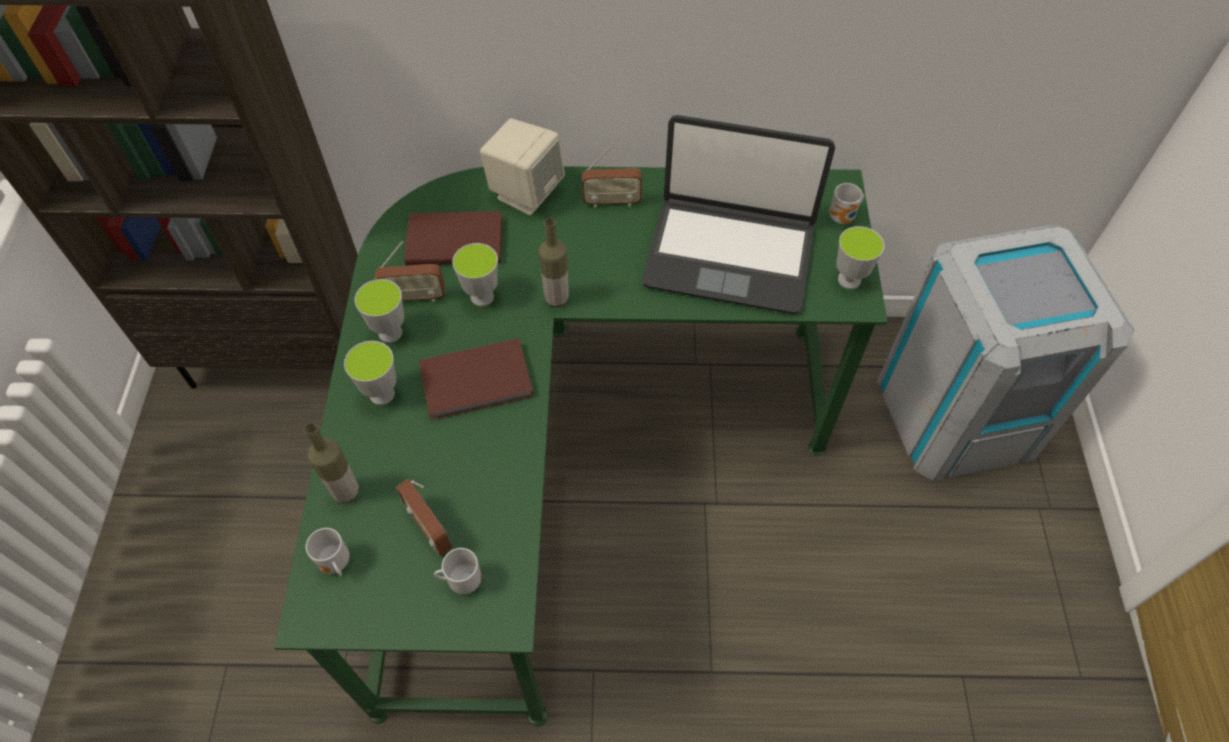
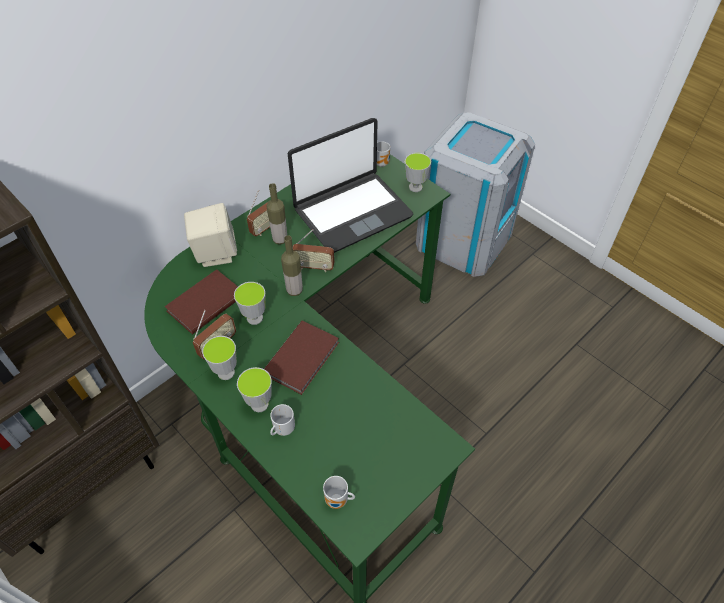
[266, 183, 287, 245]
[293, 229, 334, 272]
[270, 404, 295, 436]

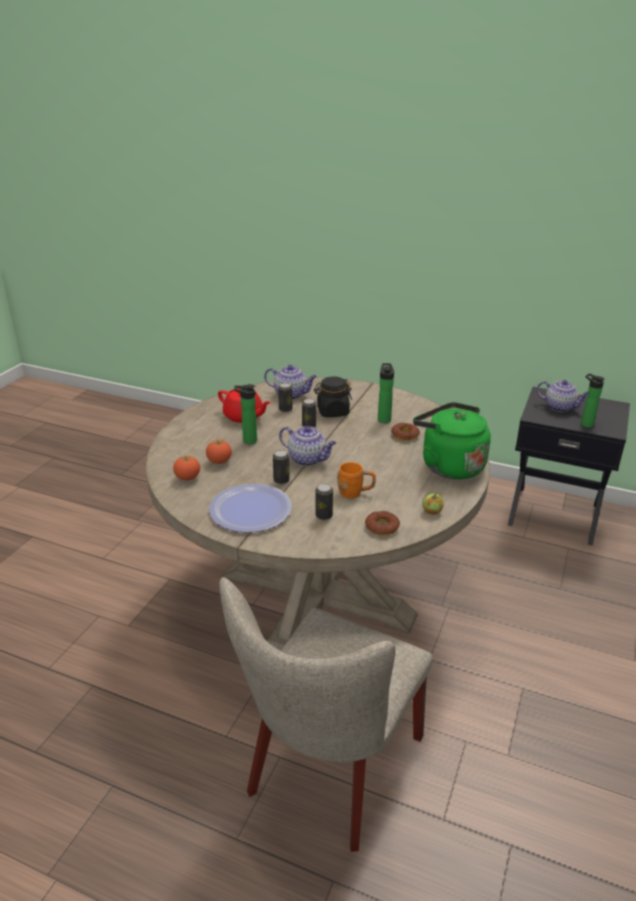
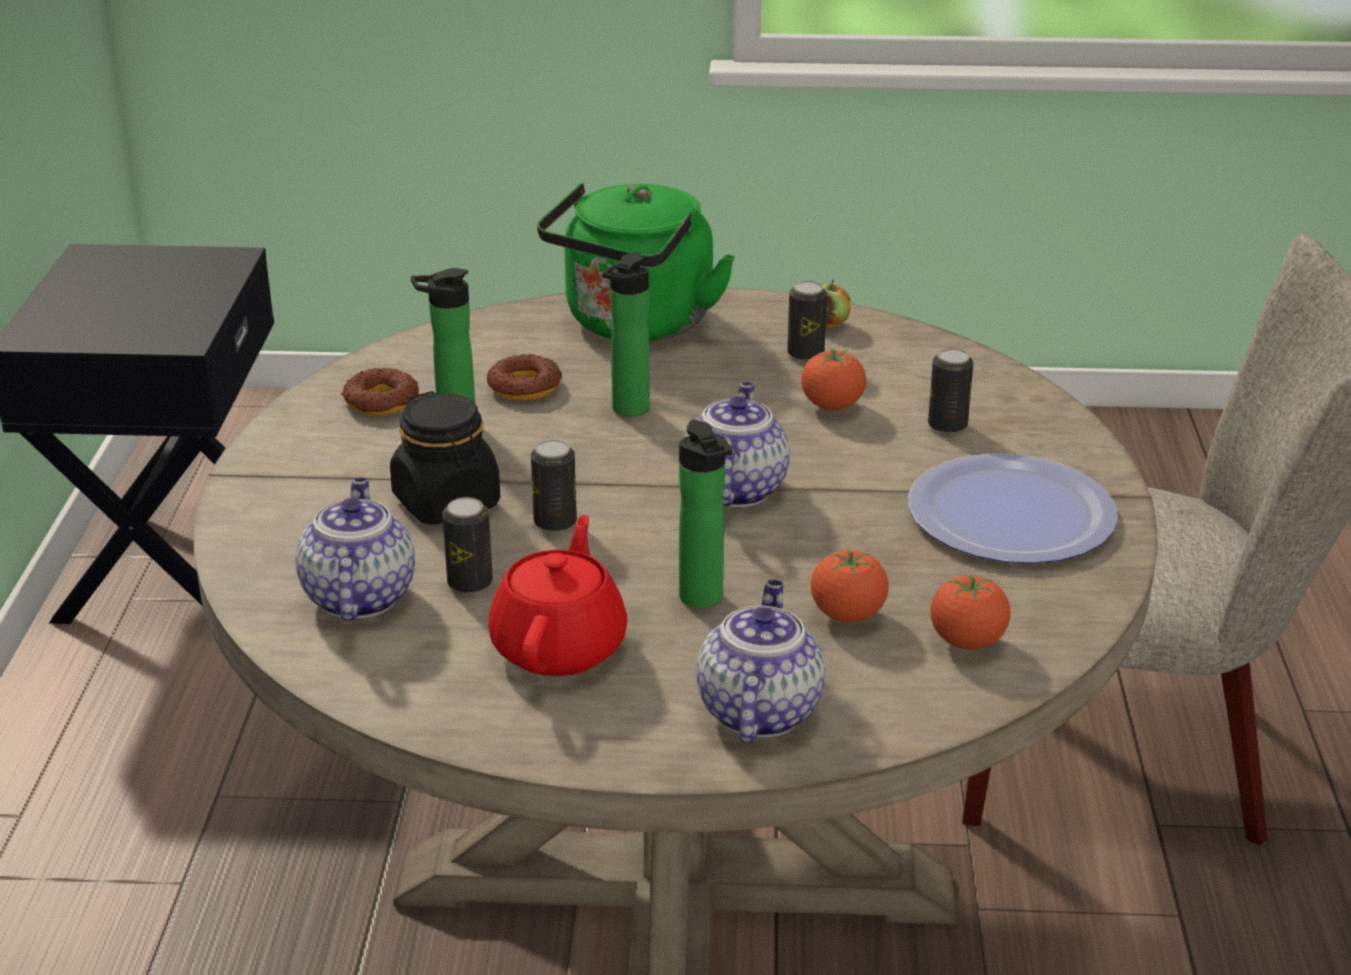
[787, 281, 827, 361]
[342, 368, 419, 415]
[696, 580, 825, 743]
[602, 252, 650, 417]
[801, 348, 866, 410]

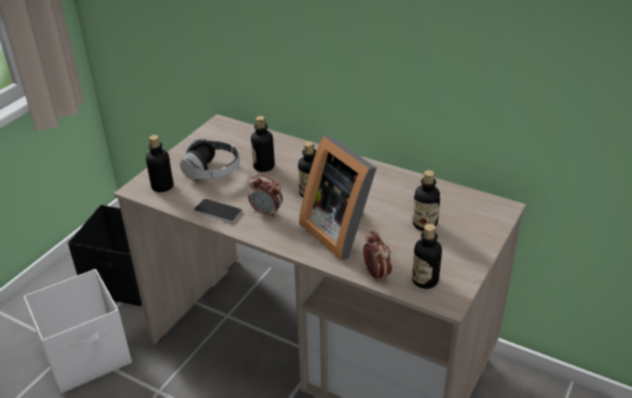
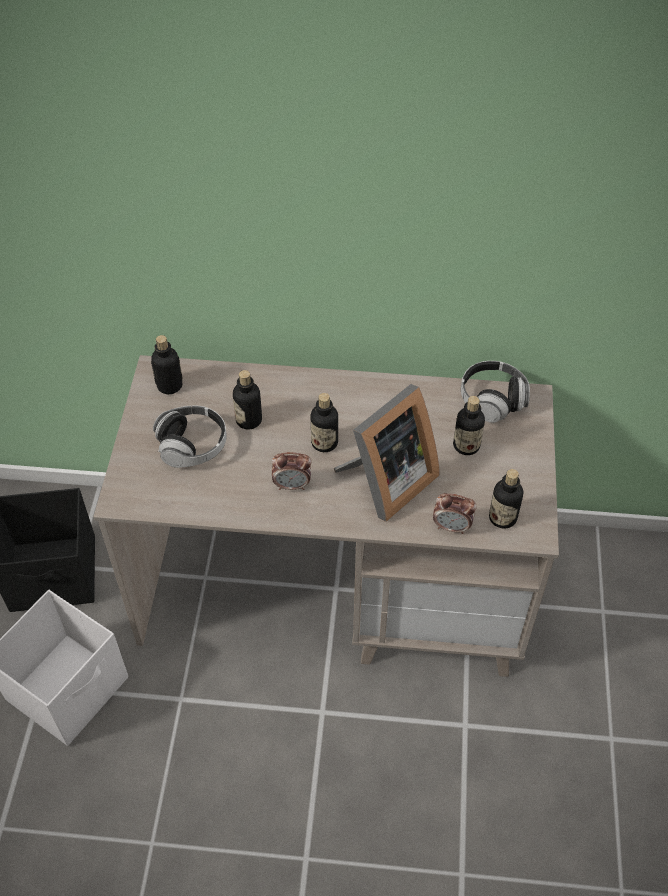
[194, 199, 242, 223] (first image)
[461, 361, 530, 423]
[151, 335, 183, 394]
[334, 384, 440, 522]
[433, 493, 477, 534]

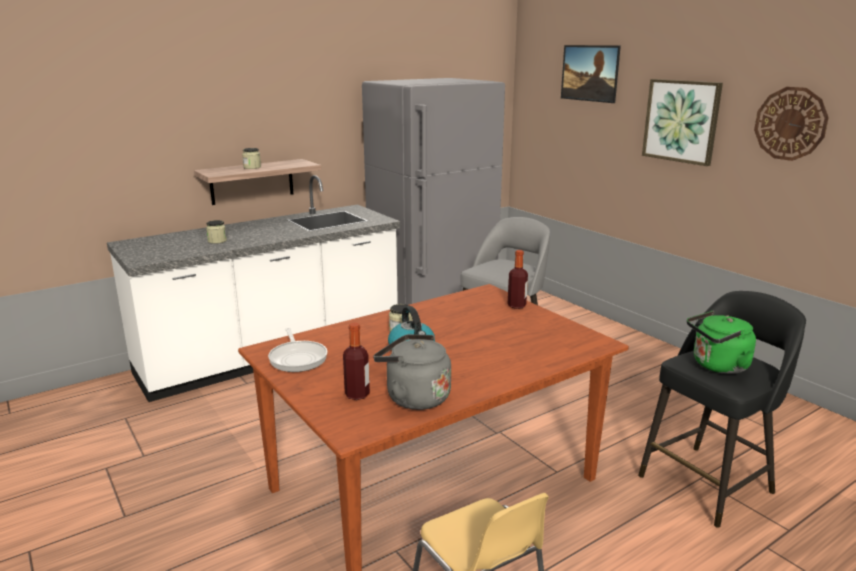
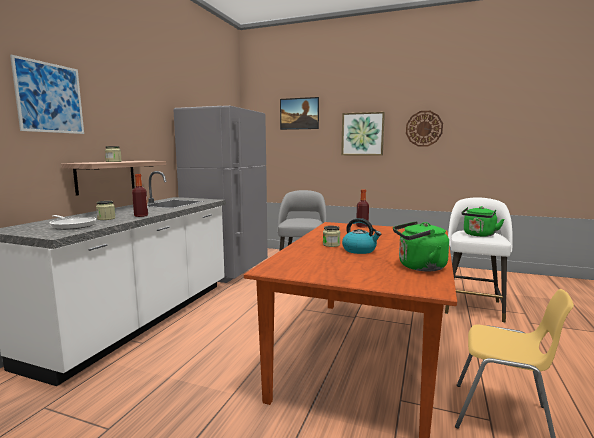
[10, 54, 84, 134]
[49, 215, 96, 230]
[132, 174, 148, 217]
[393, 221, 449, 272]
[445, 197, 513, 323]

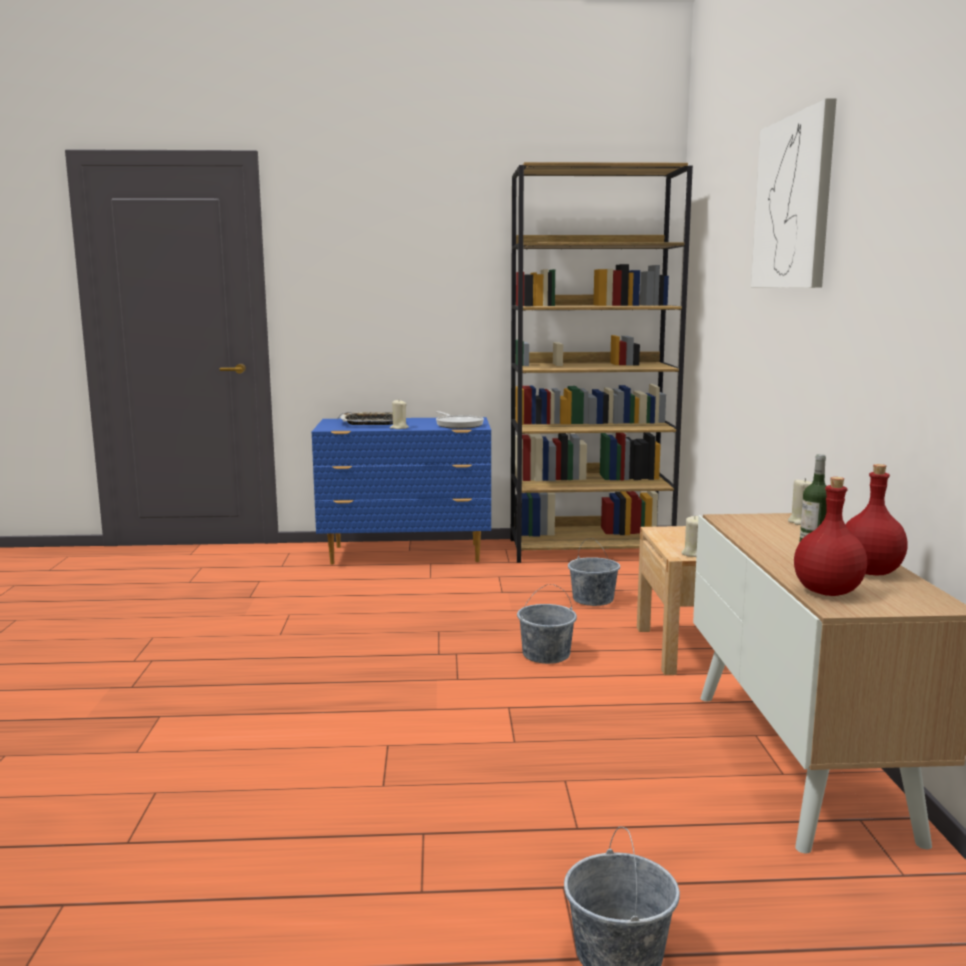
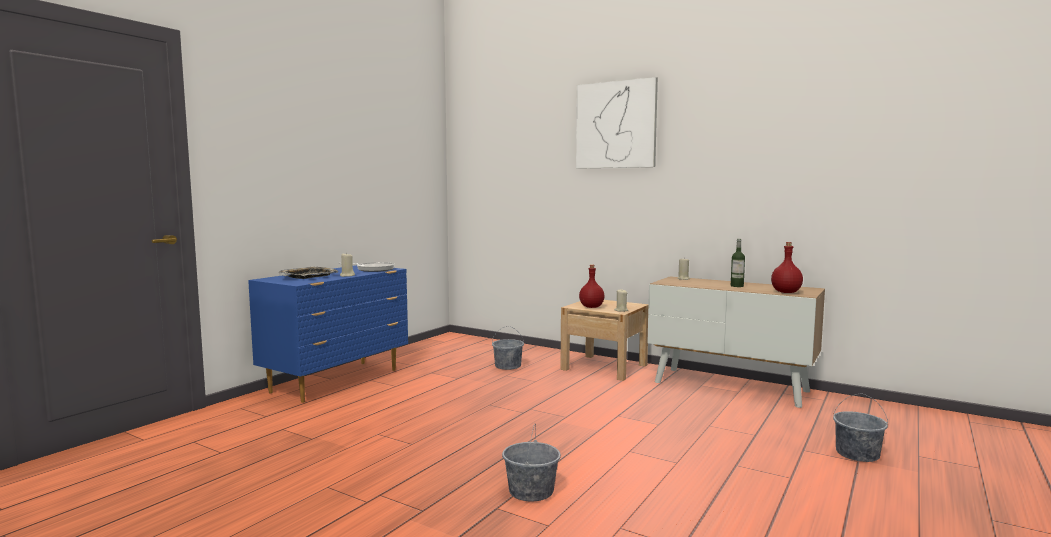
[511, 162, 693, 563] (first image)
[502, 423, 561, 502]
[579, 264, 604, 308]

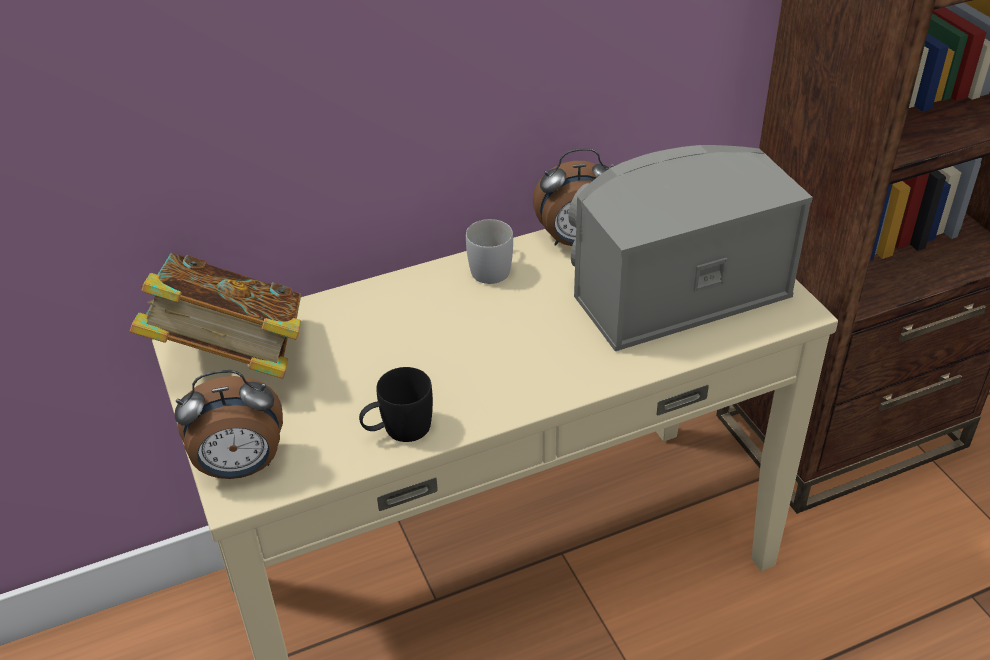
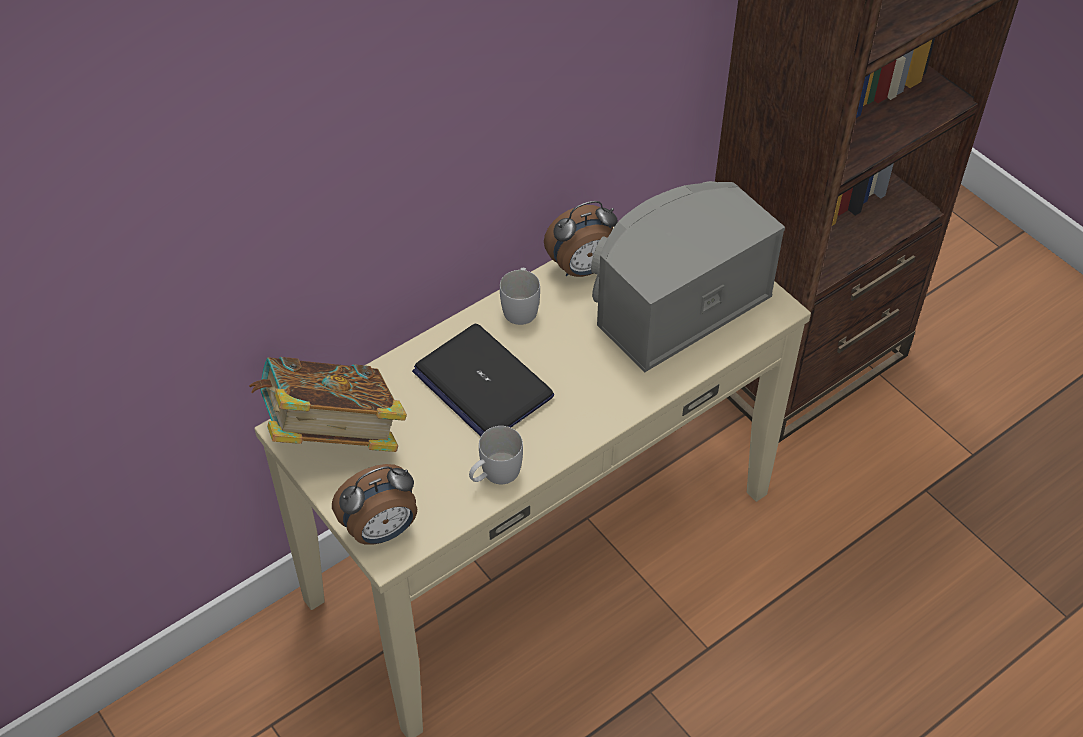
[412, 324, 554, 437]
[469, 426, 523, 484]

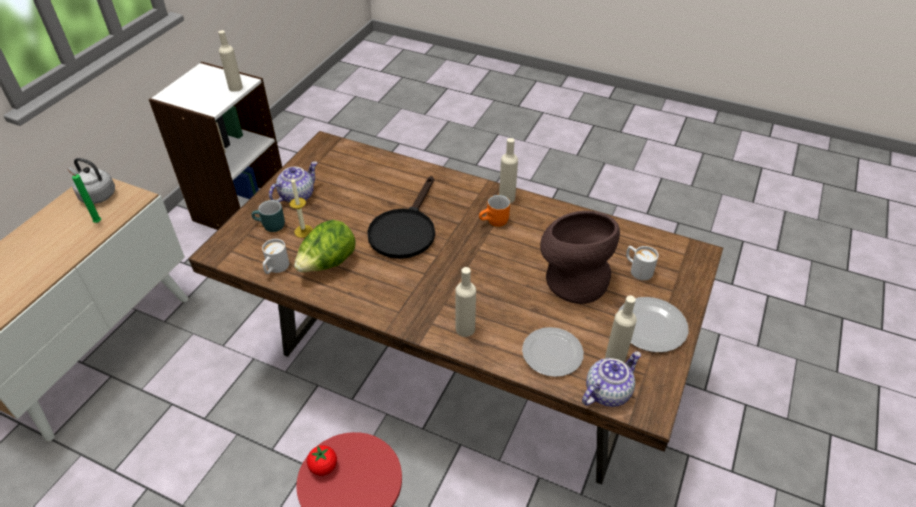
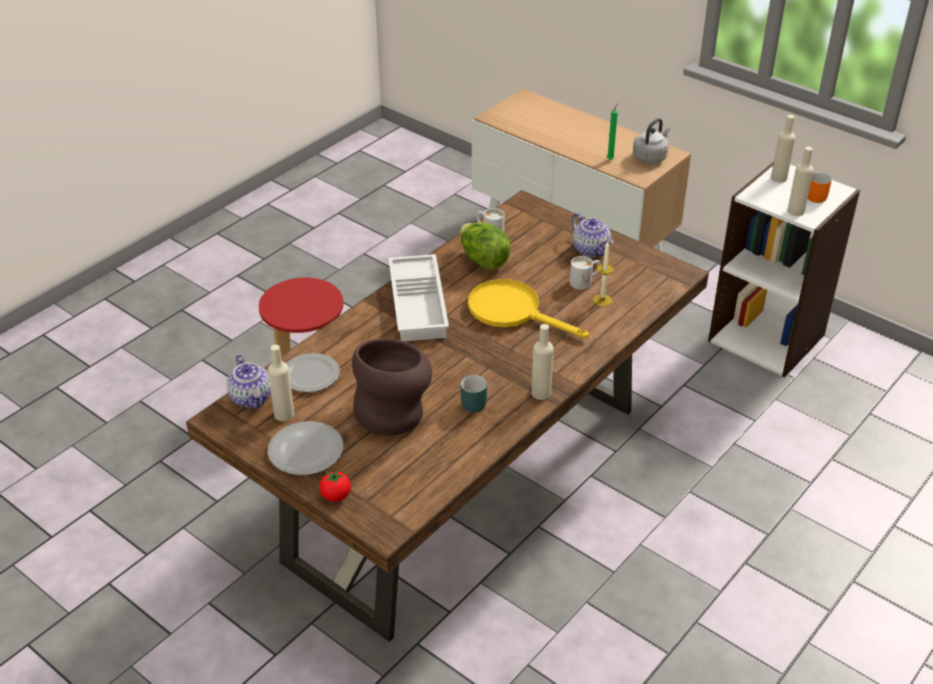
[389, 254, 449, 341]
[461, 375, 487, 412]
[593, 241, 614, 307]
[319, 469, 351, 502]
[771, 115, 795, 183]
[808, 172, 832, 203]
[570, 256, 600, 290]
[468, 279, 589, 338]

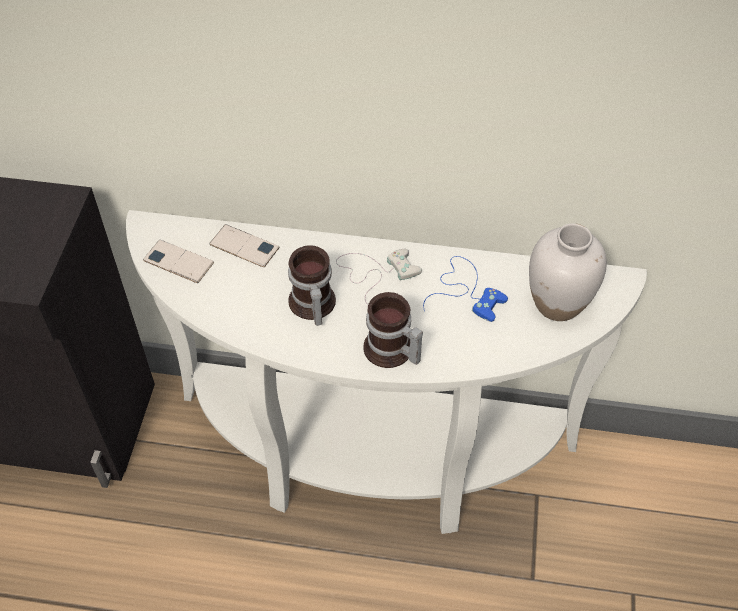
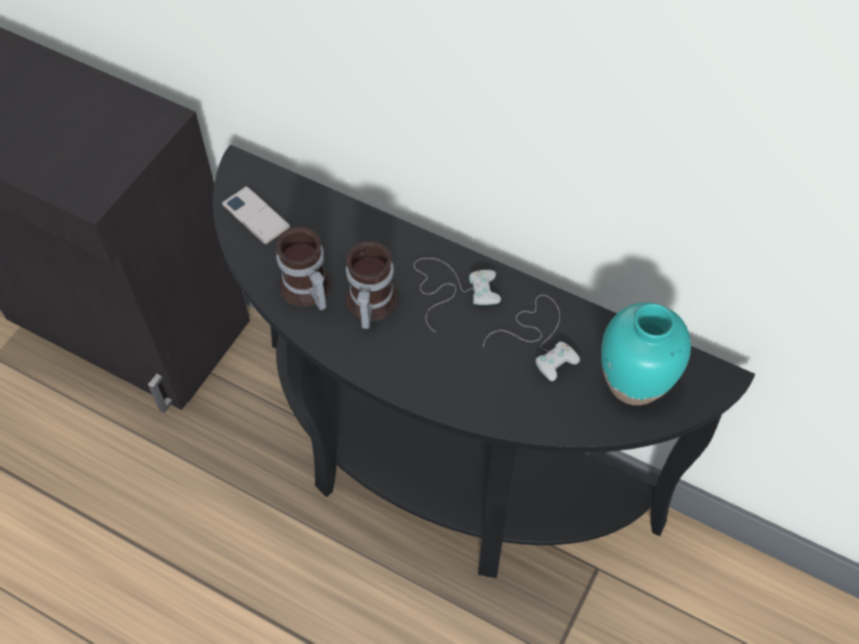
[209, 224, 279, 267] (first image)
[276, 227, 331, 310]
[213, 145, 755, 578]
[483, 295, 580, 381]
[601, 302, 691, 405]

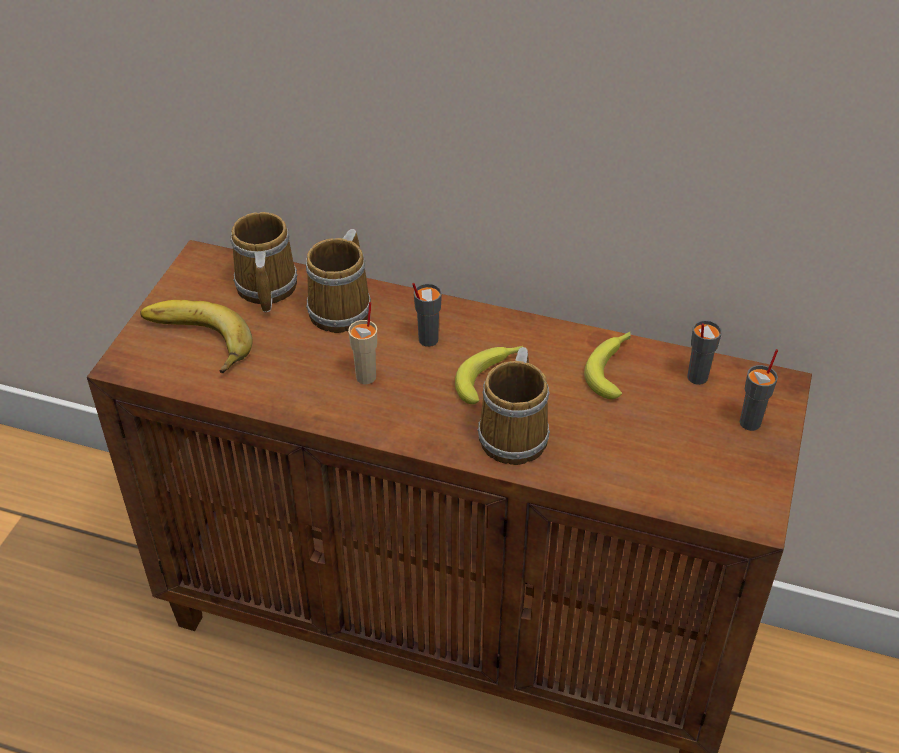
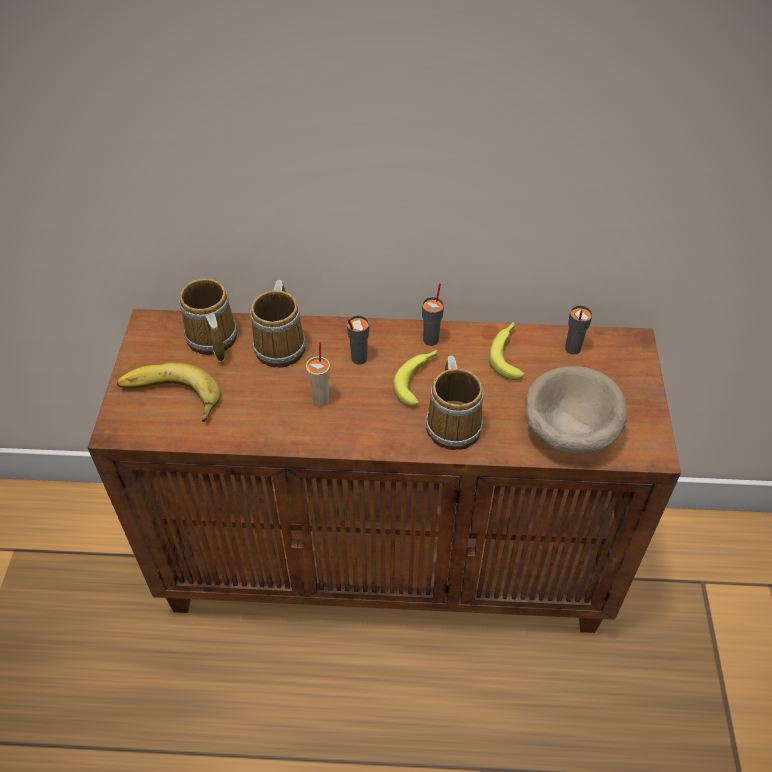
[525, 366, 628, 454]
[422, 283, 444, 346]

